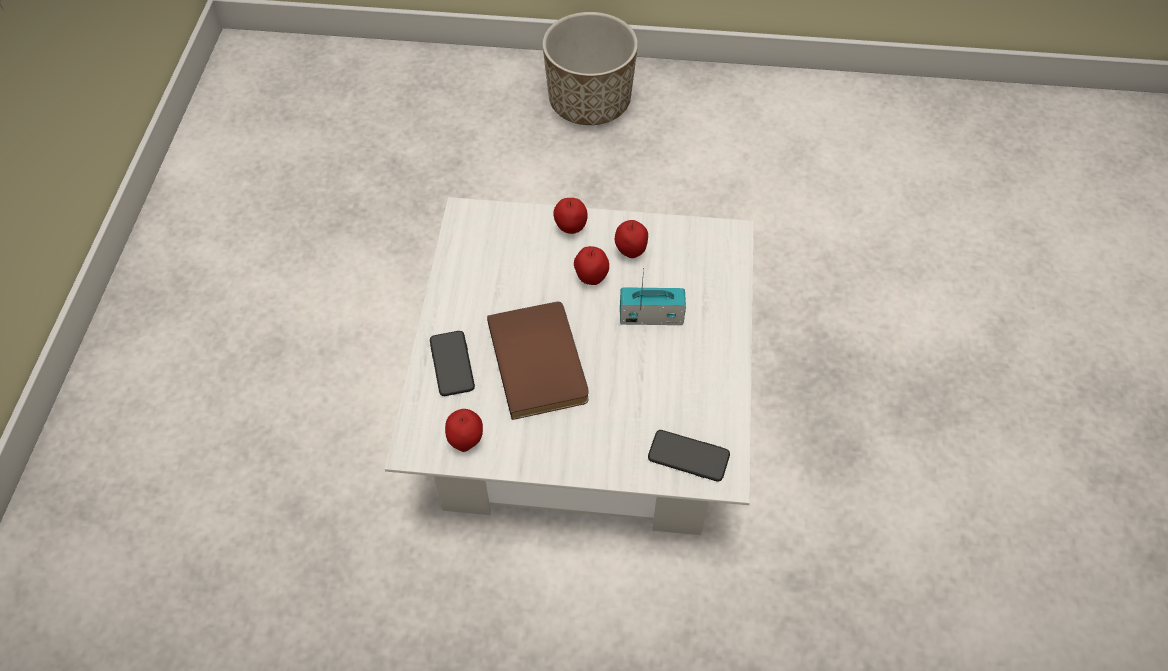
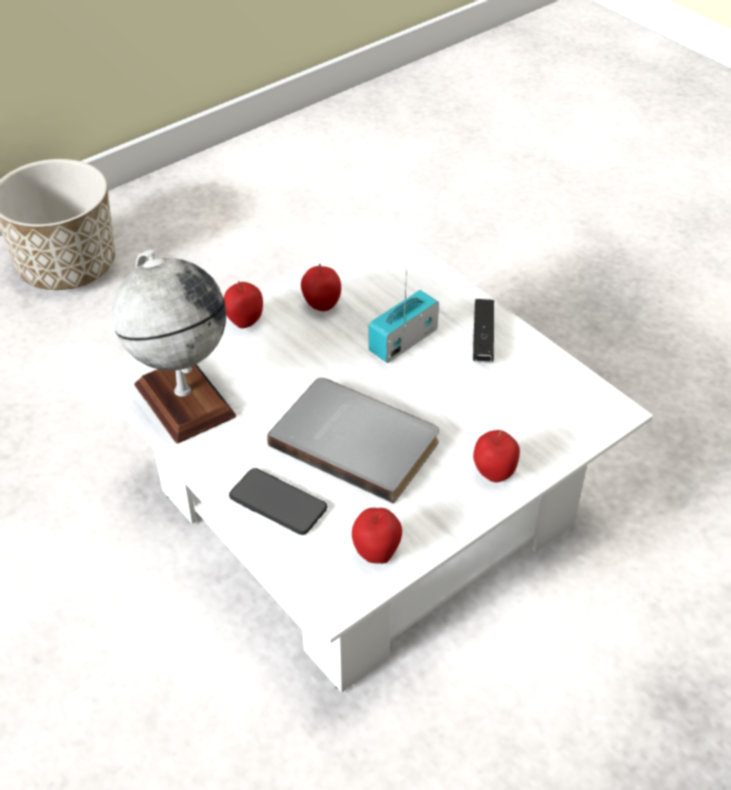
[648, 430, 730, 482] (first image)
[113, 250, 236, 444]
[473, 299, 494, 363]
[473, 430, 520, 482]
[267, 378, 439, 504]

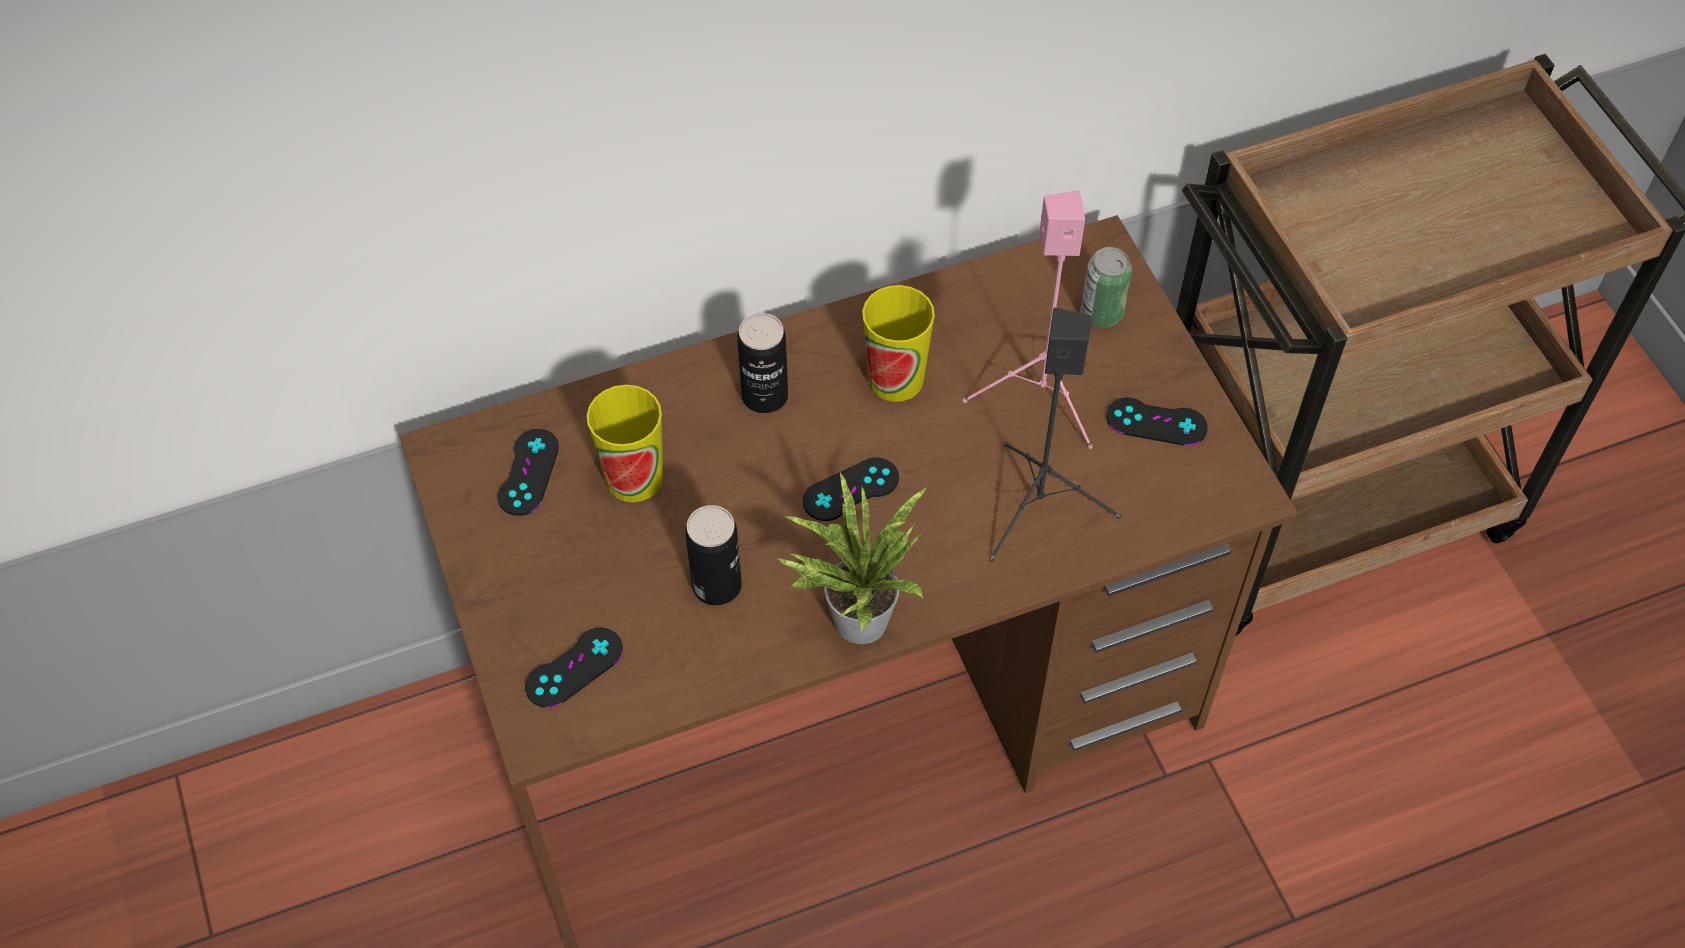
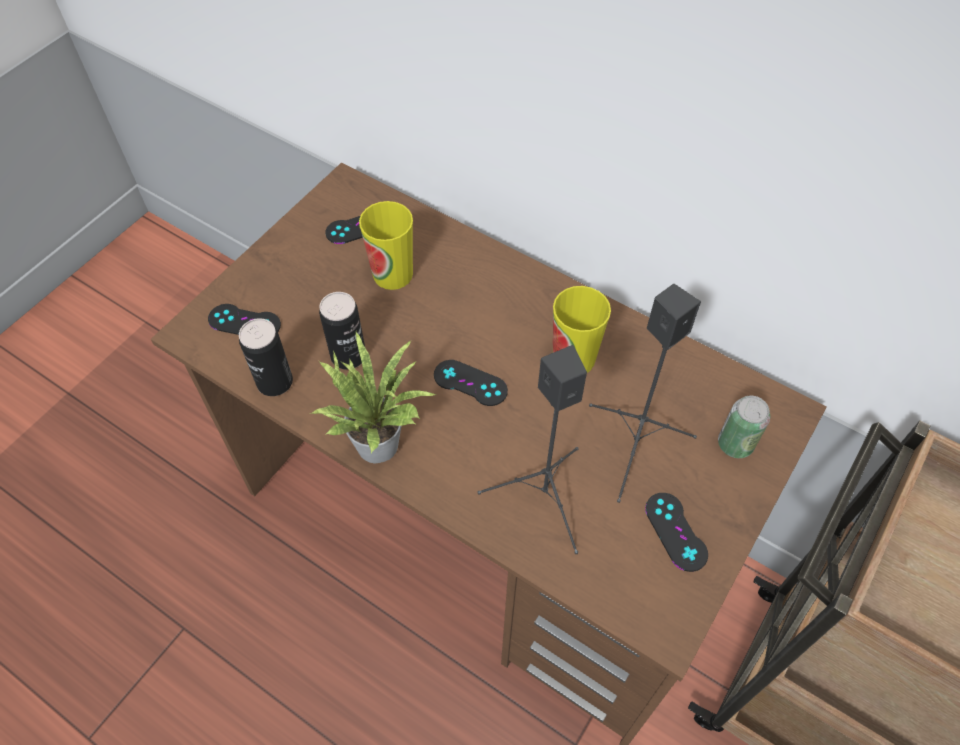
[239, 318, 293, 396]
[589, 284, 701, 503]

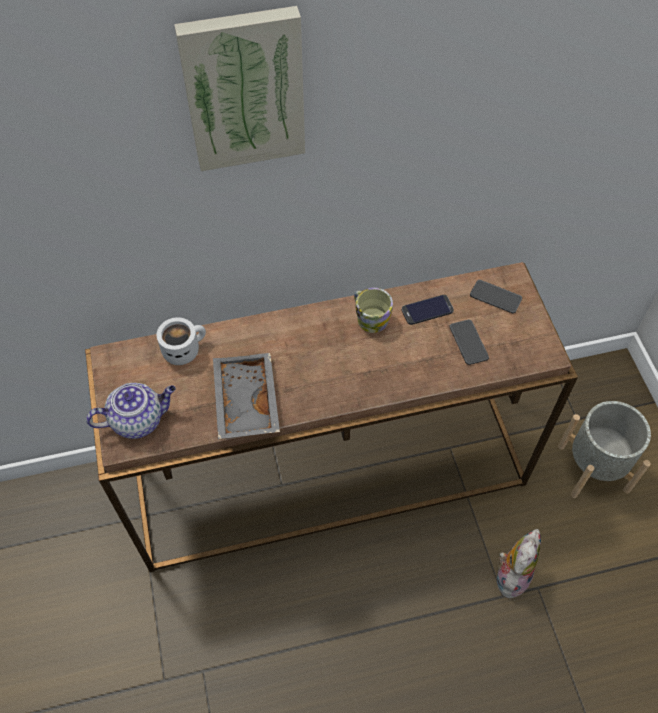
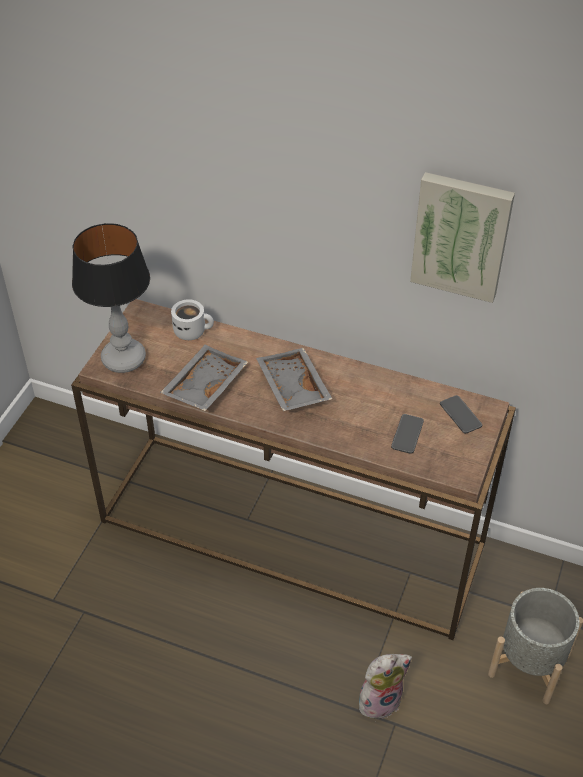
[354, 288, 393, 333] (first image)
[402, 295, 454, 325] (first image)
[256, 348, 332, 411]
[410, 172, 515, 303]
[72, 223, 150, 373]

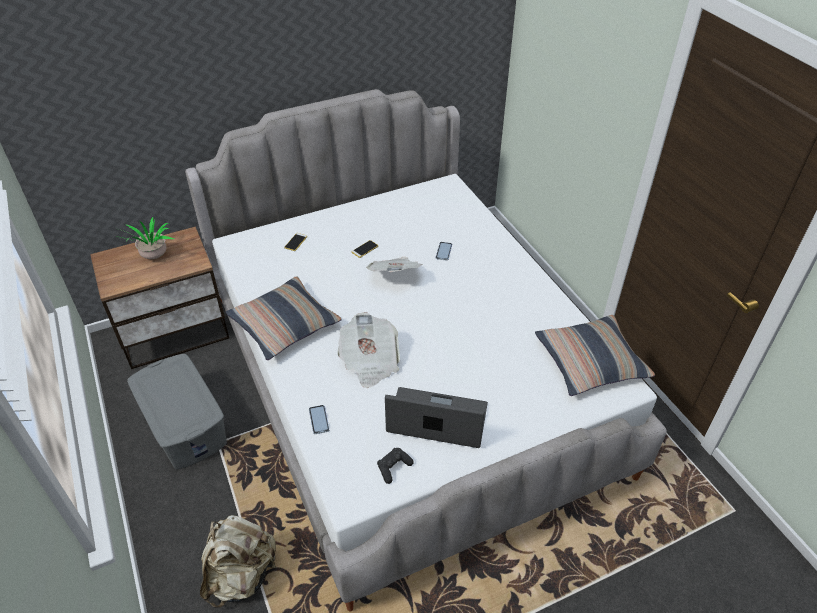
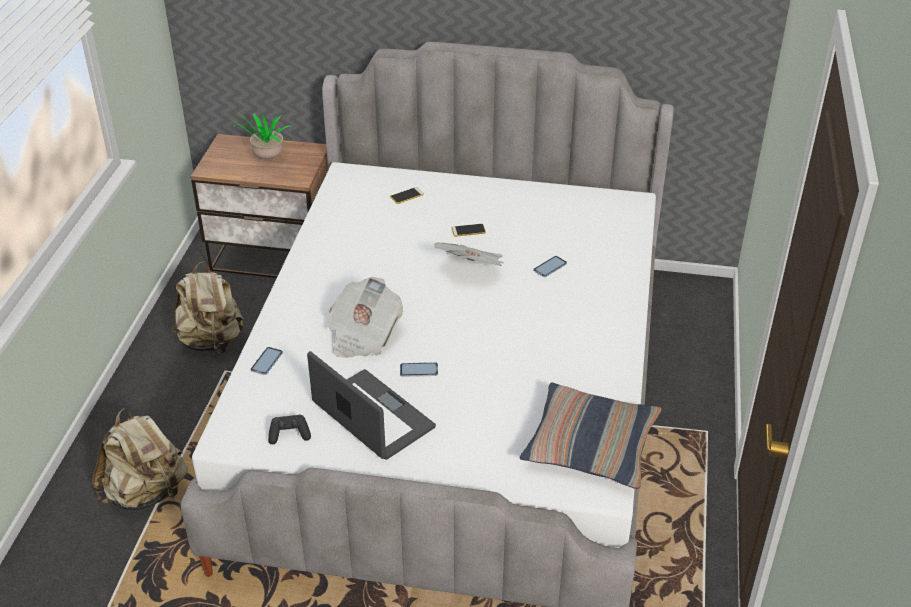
[226, 276, 342, 360] (first image)
[400, 362, 438, 377]
[171, 261, 244, 355]

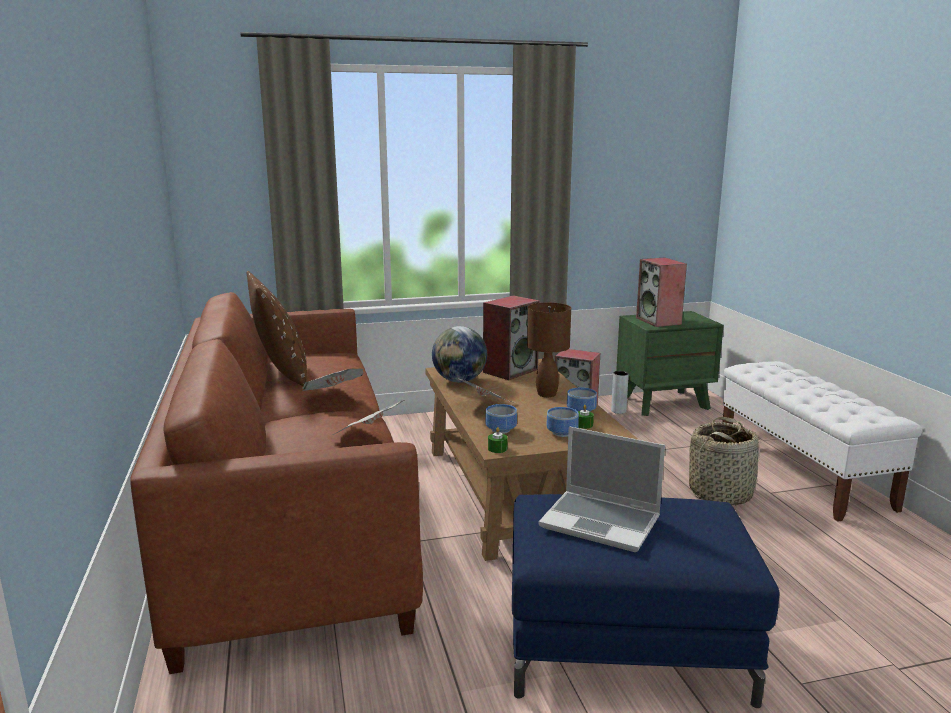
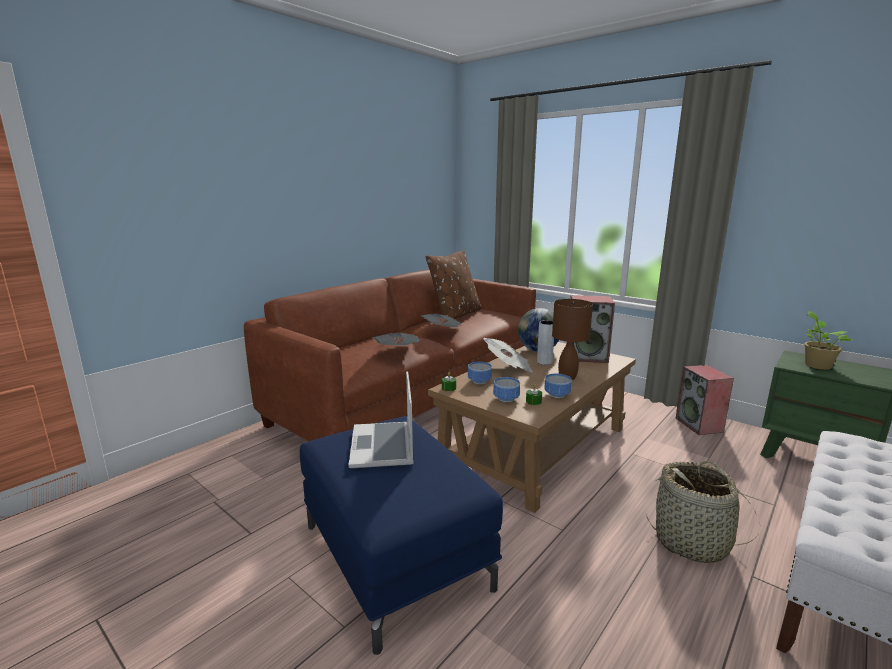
[537, 320, 554, 365]
[804, 311, 853, 370]

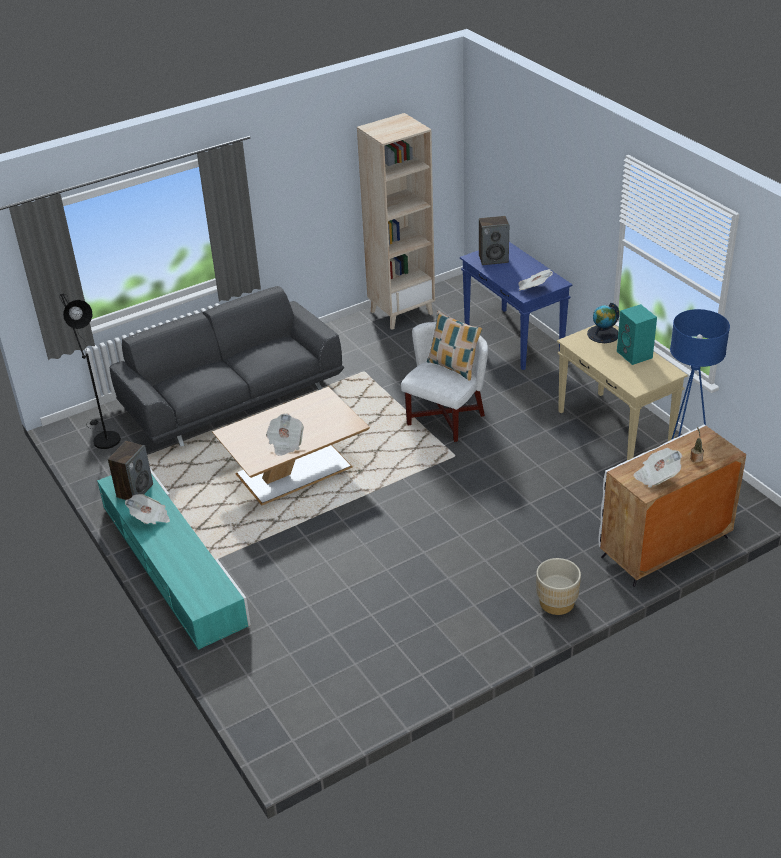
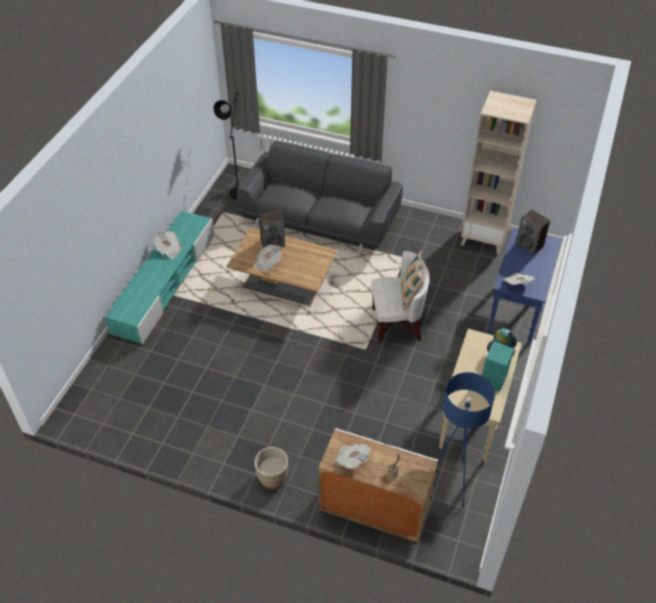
[259, 211, 285, 248]

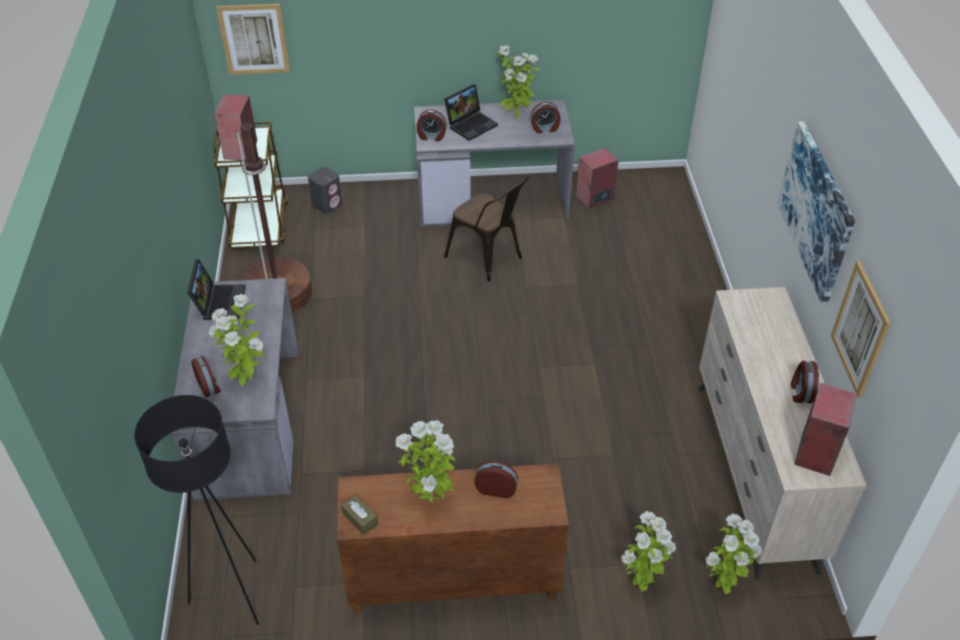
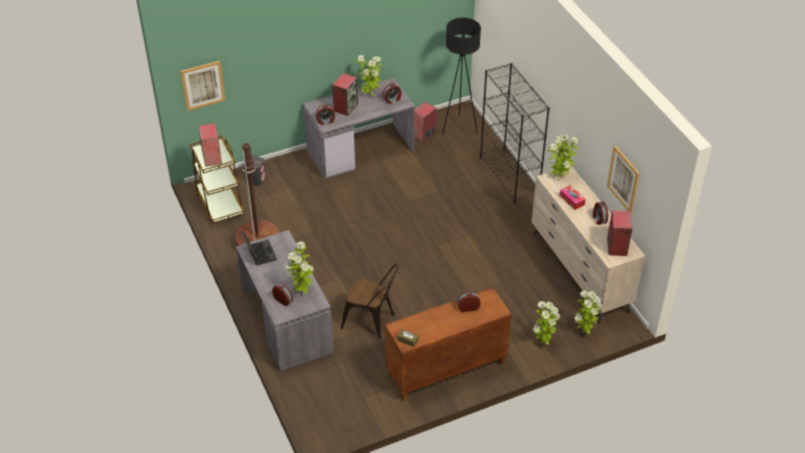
[777, 121, 855, 304] (first image)
[480, 63, 550, 204]
[560, 185, 586, 210]
[442, 18, 481, 135]
[547, 134, 579, 177]
[341, 264, 399, 339]
[332, 73, 358, 116]

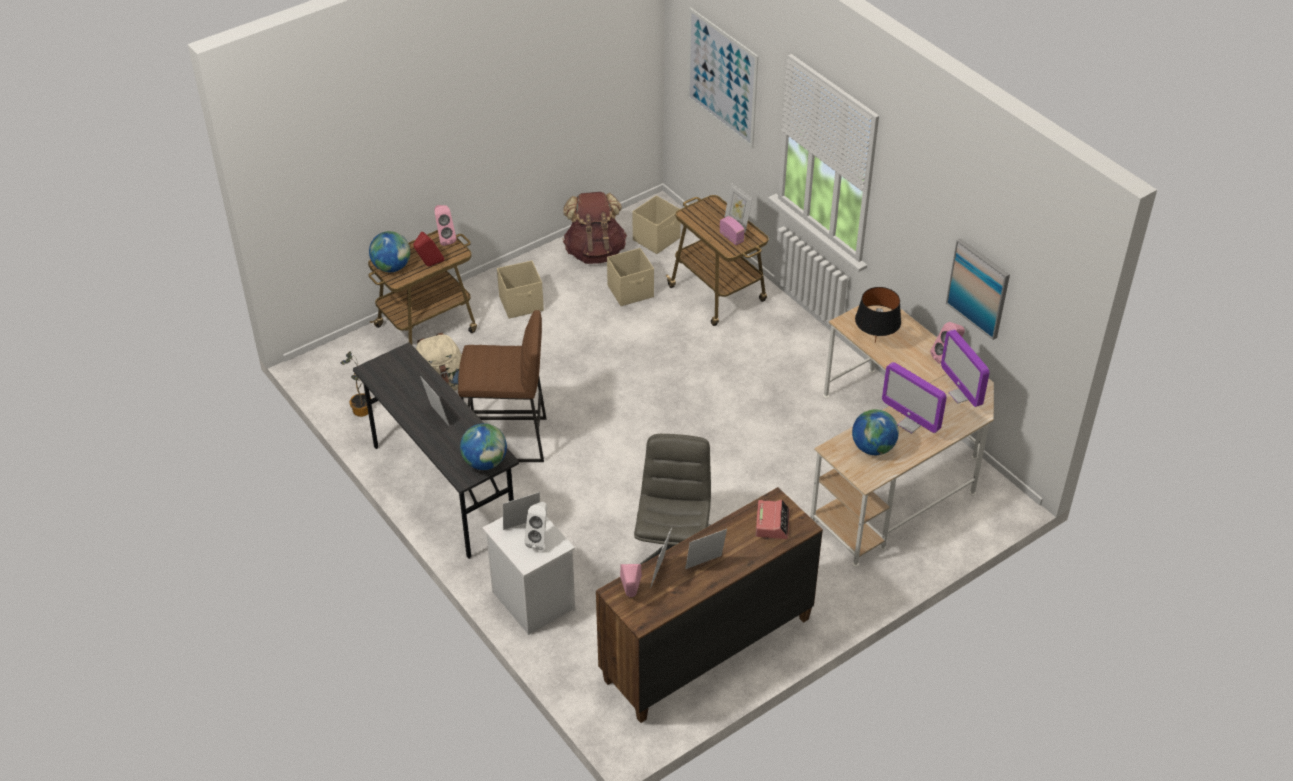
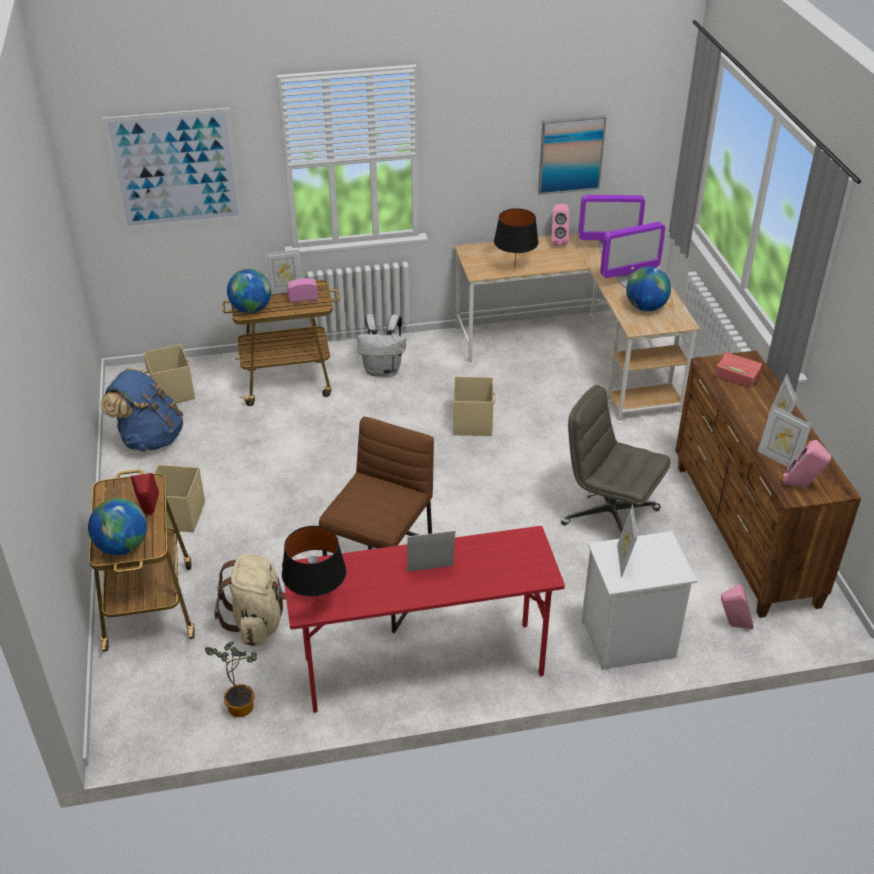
[524, 502, 547, 550] (first image)
[282, 526, 346, 601]
[357, 314, 406, 377]
[721, 584, 754, 629]
[227, 269, 271, 313]
[453, 377, 496, 436]
[282, 526, 565, 713]
[100, 368, 183, 452]

